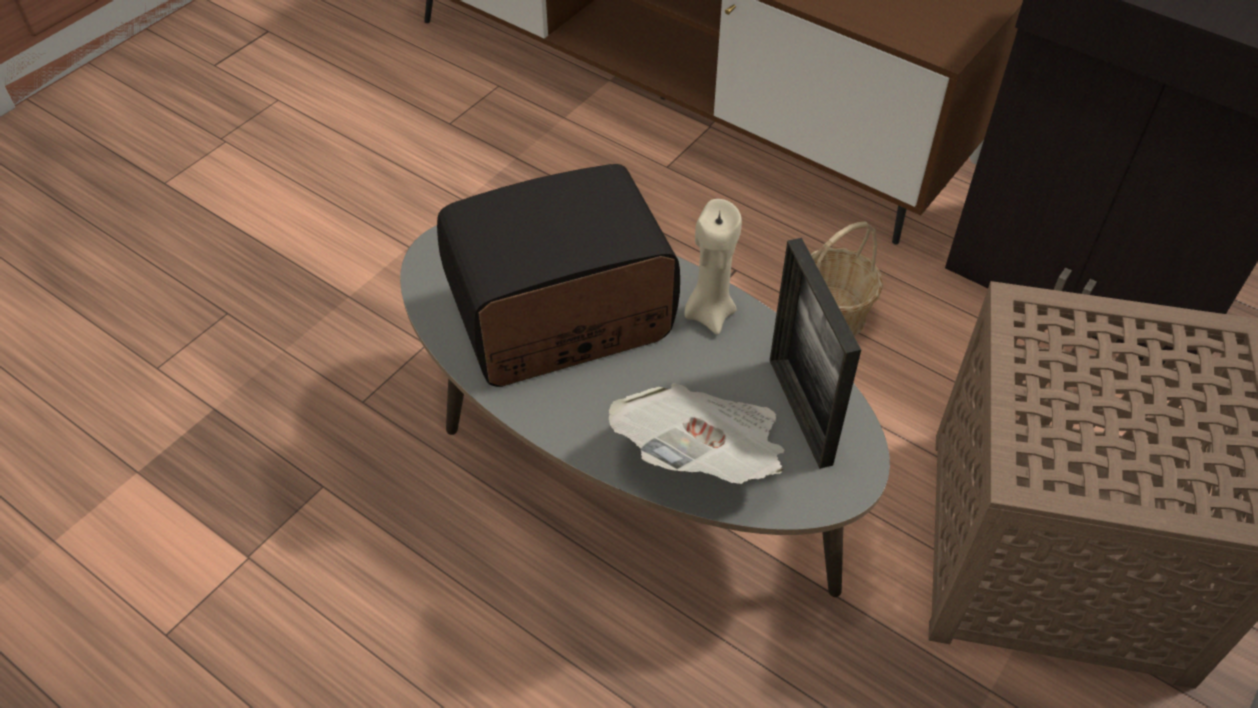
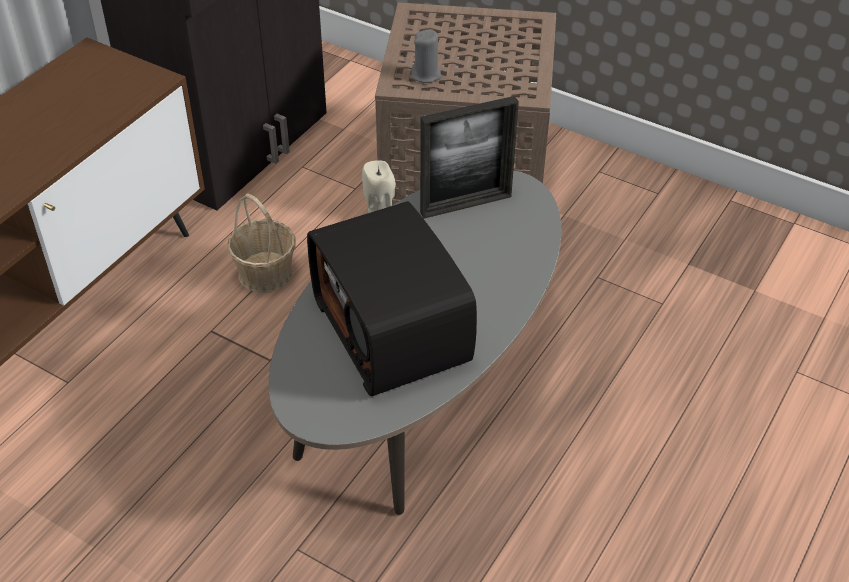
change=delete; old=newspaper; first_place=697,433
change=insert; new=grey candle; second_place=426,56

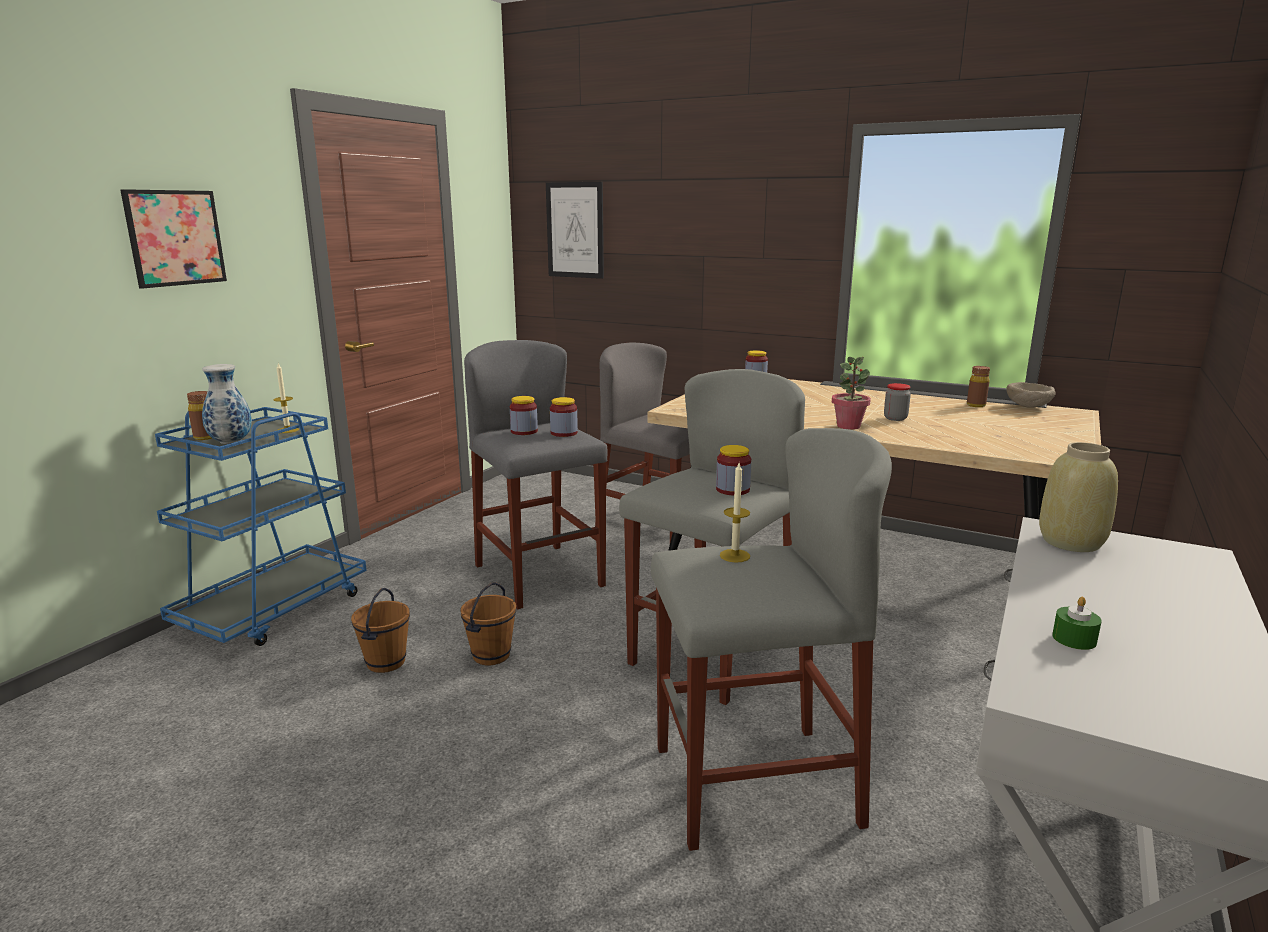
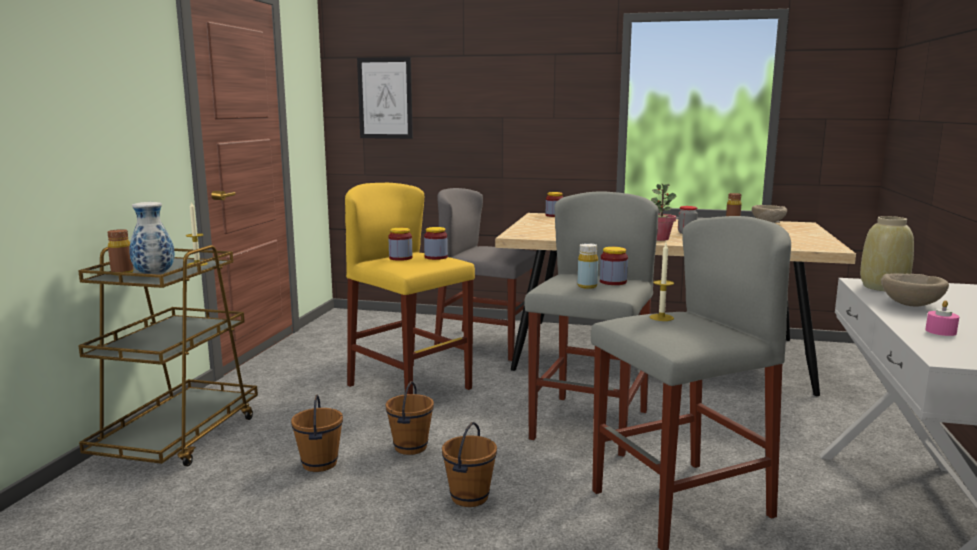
change=delete; old=picture; first_place=173,239
change=insert; new=brown bucket; second_place=469,464
change=insert; new=yellow bottle; second_place=588,266
change=insert; new=beige bowl; second_place=915,290
change=recolor; old=blue cart; new=brown cart; first_place=261,526; second_place=168,353
change=recolor; old=grey stool; new=yellow stool; first_place=536,474; second_place=410,288
change=recolor; old=green candle; new=pink candle; first_place=1077,623; second_place=942,318

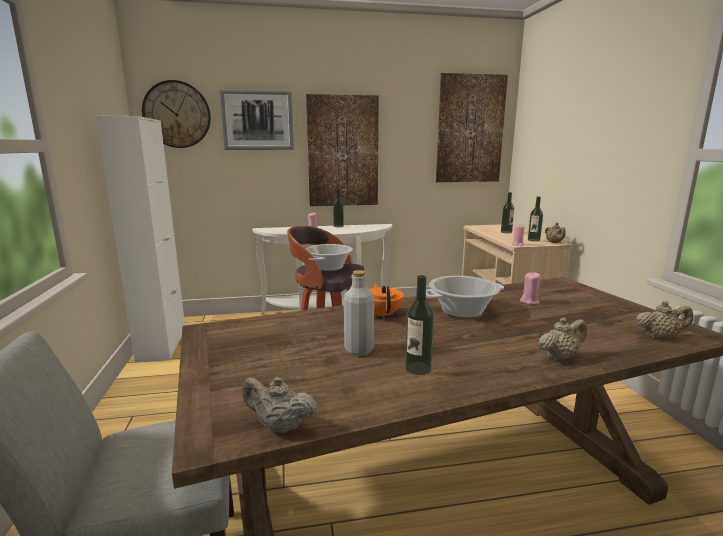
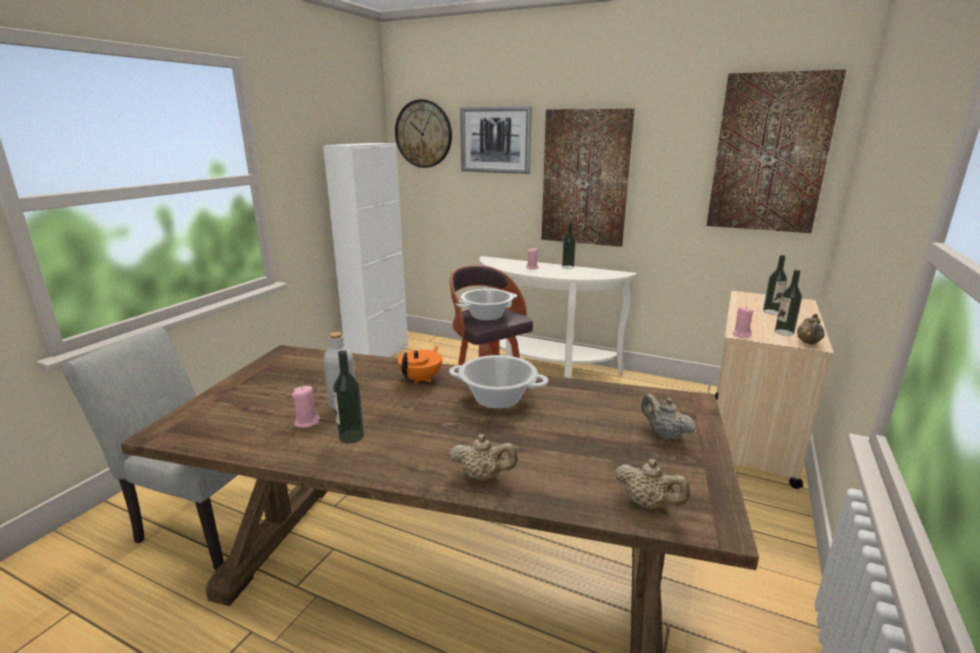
change=move; old=beige teapot; first_place=279,405; second_place=668,416
change=move; old=pink candle; first_place=530,288; second_place=306,407

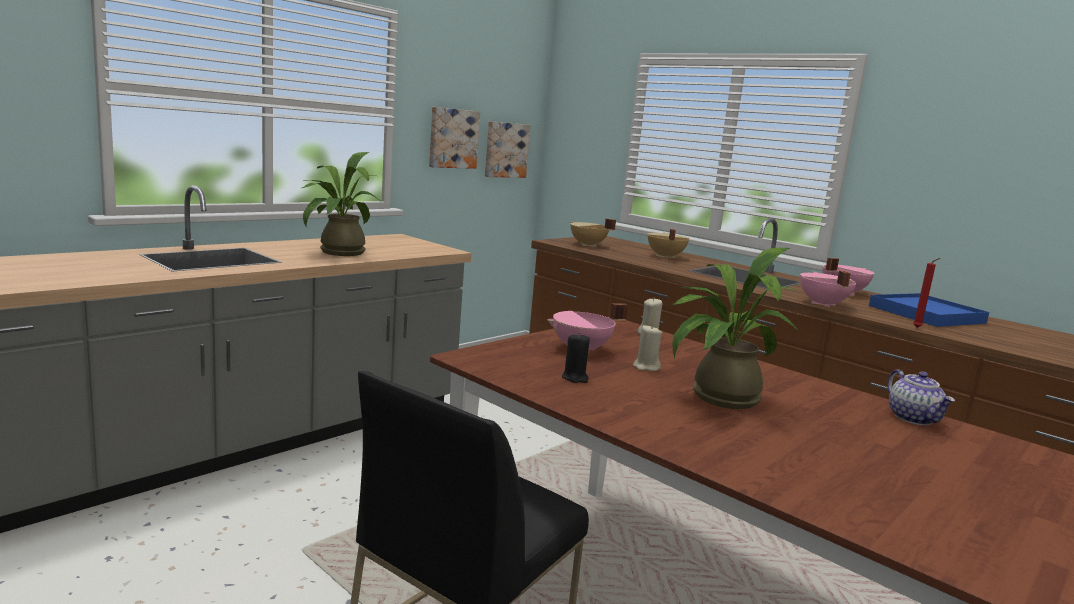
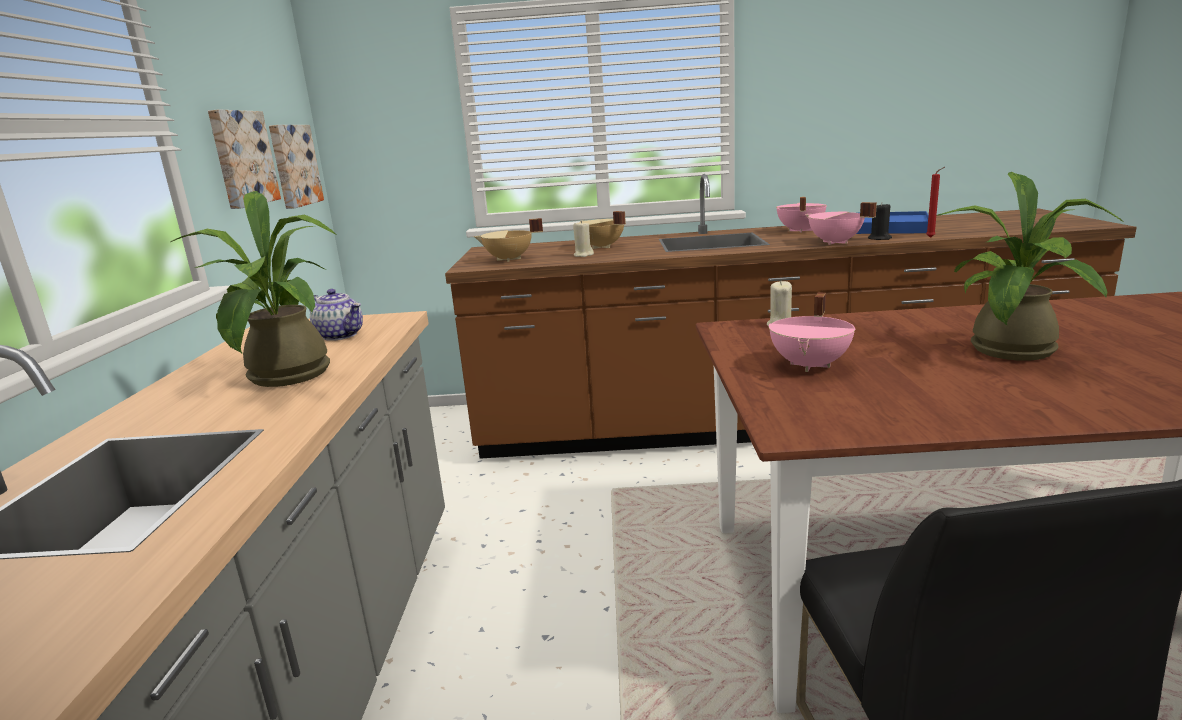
change=move; old=black candle; first_place=576,357; second_place=880,221
change=move; old=beige candle; first_place=647,348; second_place=583,239
change=move; old=teapot; first_place=921,397; second_place=336,315

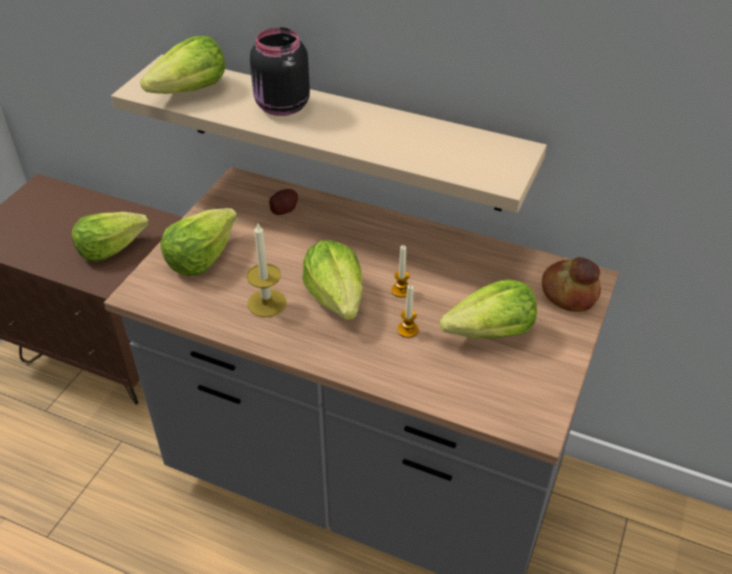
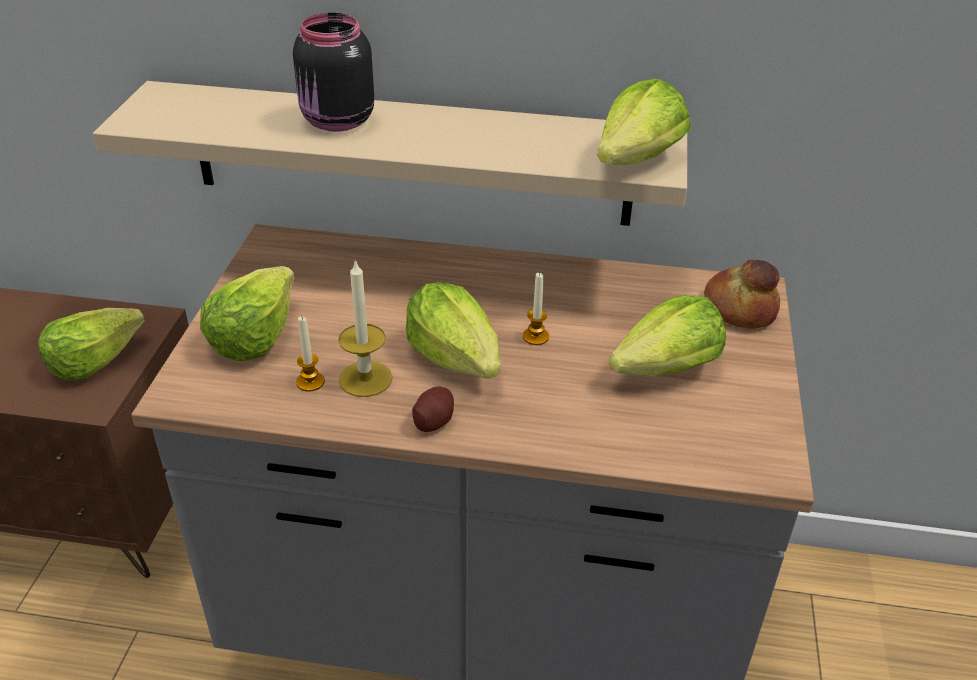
change=move; old=lettuce; first_place=182,65; second_place=644,122
change=move; old=potato; first_place=283,202; second_place=433,409
change=move; old=candle; first_place=408,311; second_place=310,354

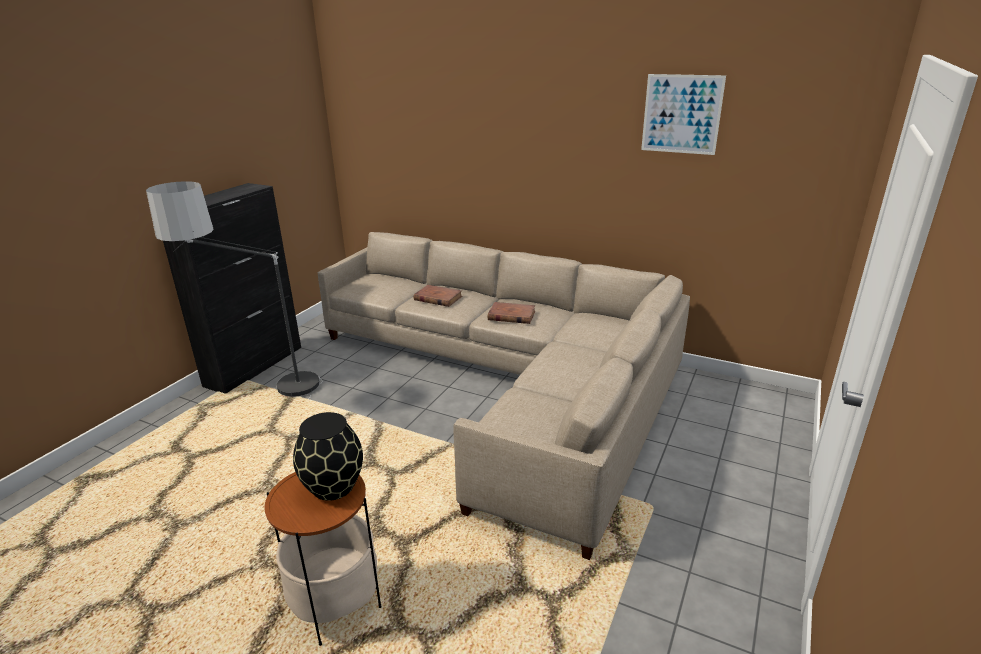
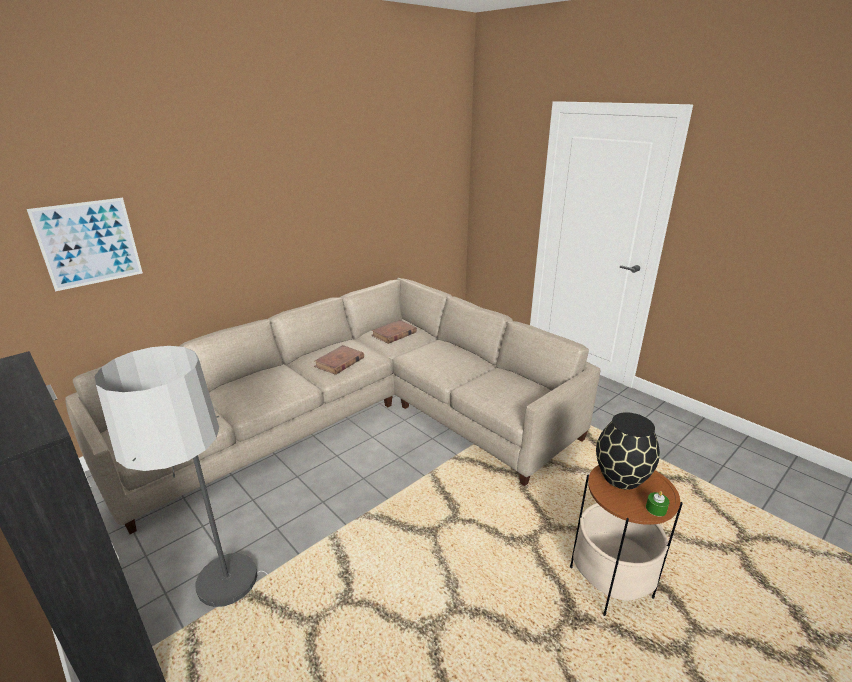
change=insert; new=green candle; second_place=657,503
change=move; old=brown book; first_place=438,296; second_place=394,332
change=move; old=picture; first_place=683,114; second_place=85,244

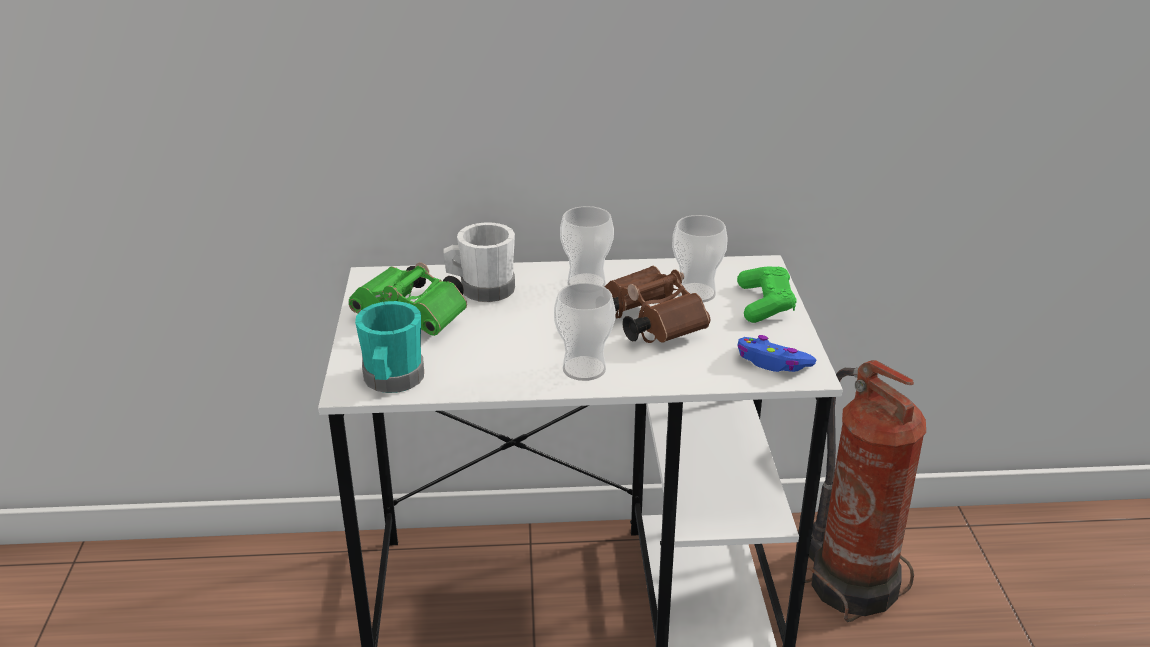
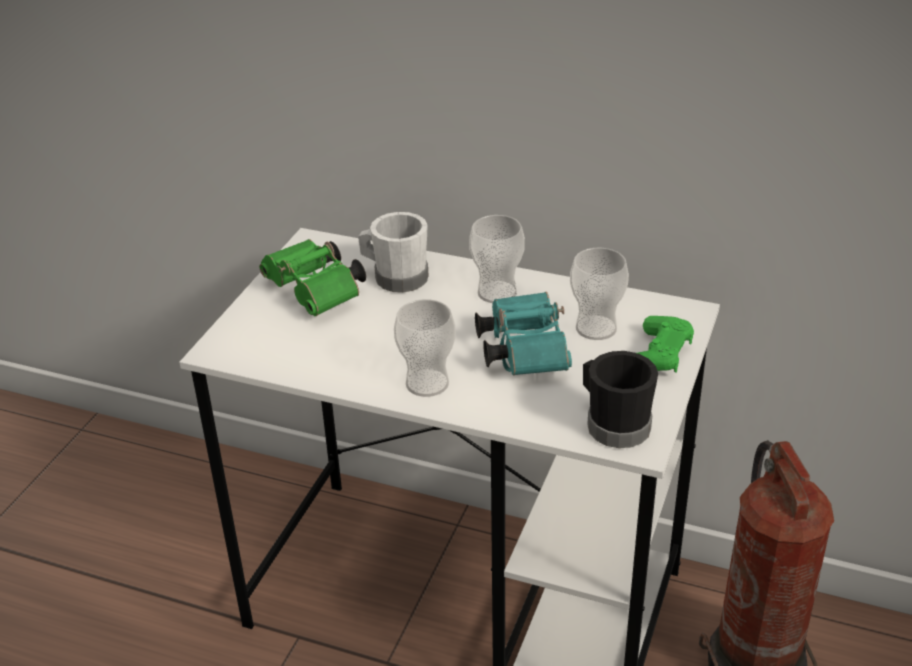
change=delete; old=turquoise mug; first_place=389,347
change=replace; old=blue game controller; new=black mug; first_place=776,353; second_place=620,399
change=recolor; old=brown binoculars; new=turquoise binoculars; first_place=657,304; second_place=523,334

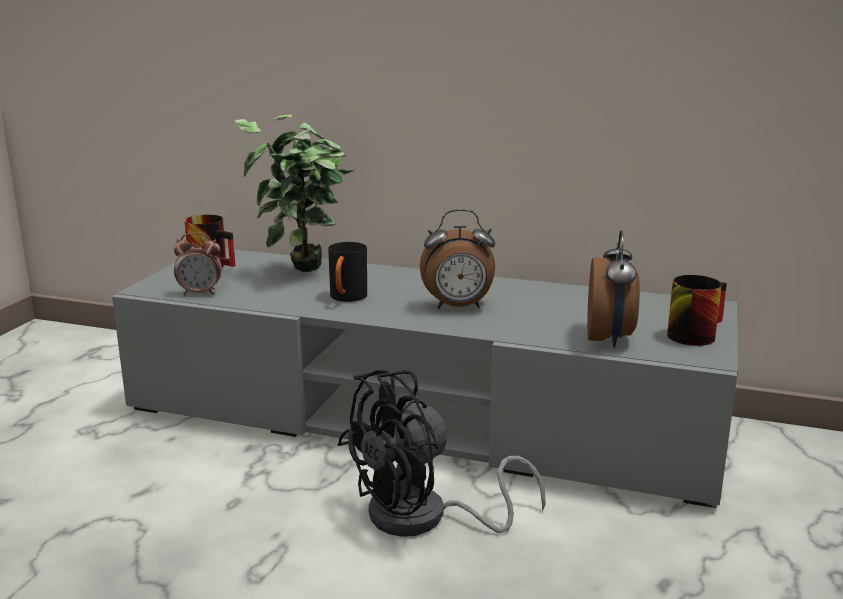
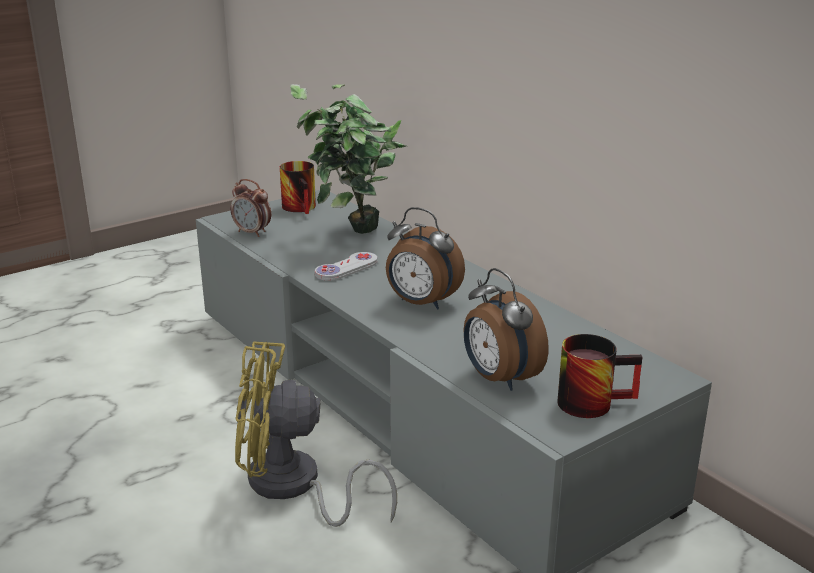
change=replace; old=black mug; new=white game controller; first_place=347,272; second_place=346,266
change=recolor; old=black fan; new=yellow fan; first_place=441,453; second_place=316,434
change=rotate; old=alarm clock; first_place=613,289; second_place=506,329; degrees=105

